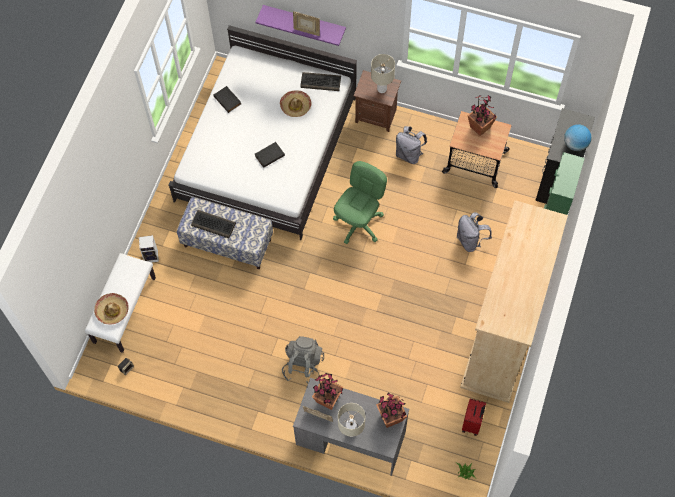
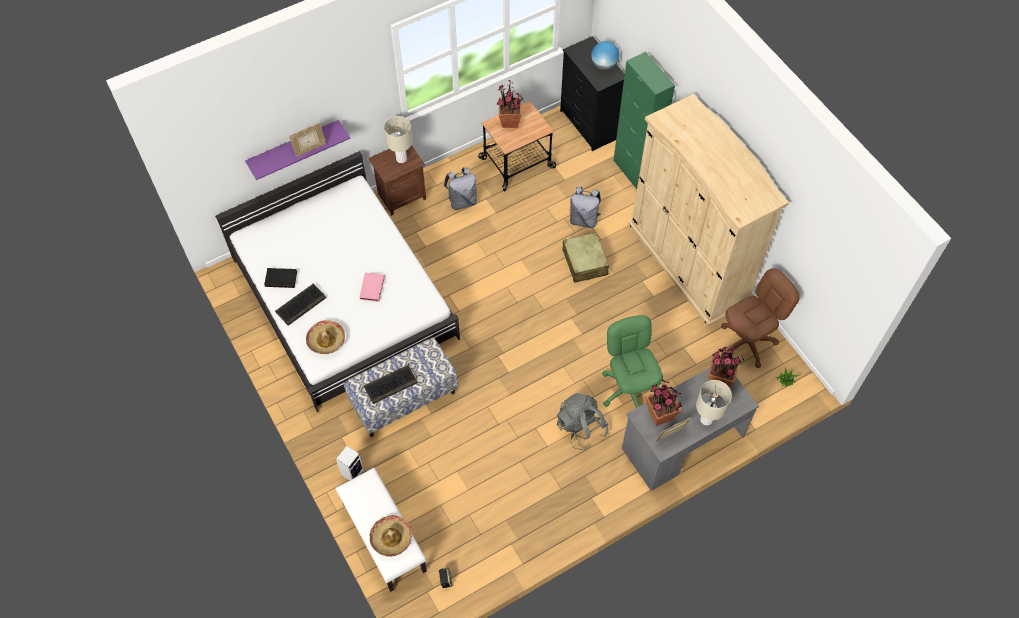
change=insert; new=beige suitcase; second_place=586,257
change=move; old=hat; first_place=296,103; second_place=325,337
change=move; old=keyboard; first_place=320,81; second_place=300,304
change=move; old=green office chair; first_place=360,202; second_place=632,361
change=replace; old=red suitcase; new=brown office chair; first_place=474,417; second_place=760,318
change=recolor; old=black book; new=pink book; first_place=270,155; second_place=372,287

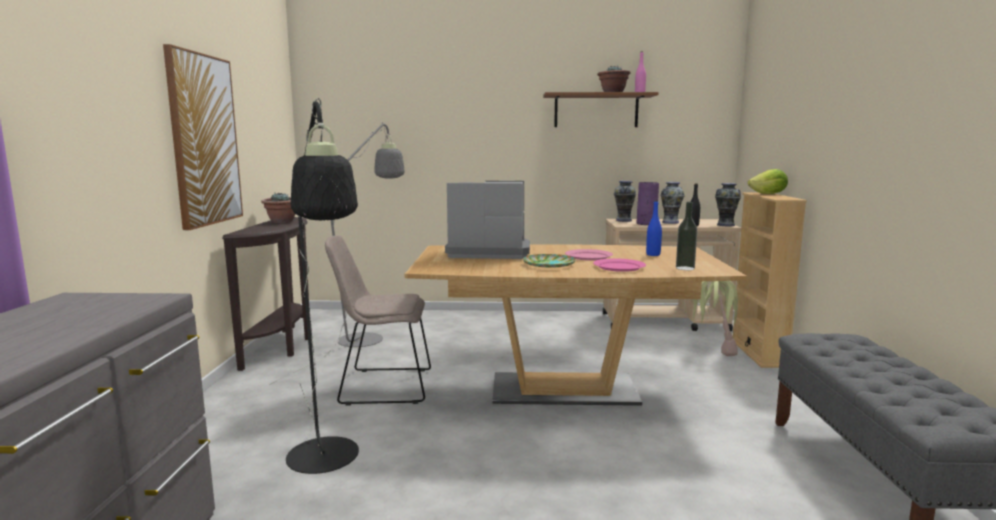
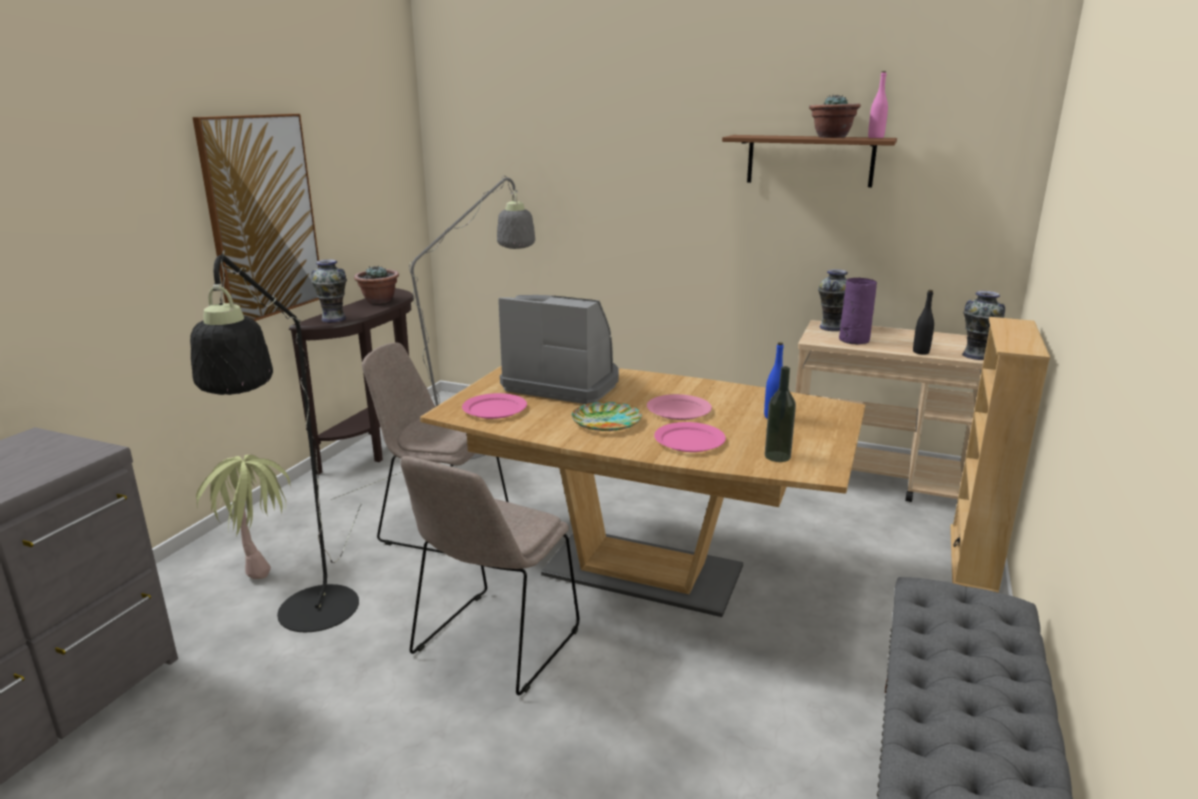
change=delete; old=lettuce; first_place=768,181
change=insert; new=beige chair; second_place=489,575
change=insert; new=pink plate; second_place=494,406
change=move; old=vase; first_place=672,203; second_place=329,290
change=move; old=potted plant; first_place=716,318; second_place=243,517

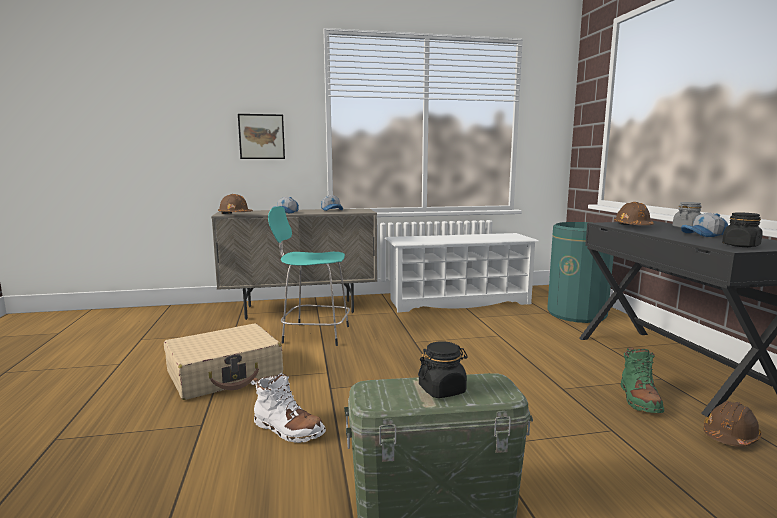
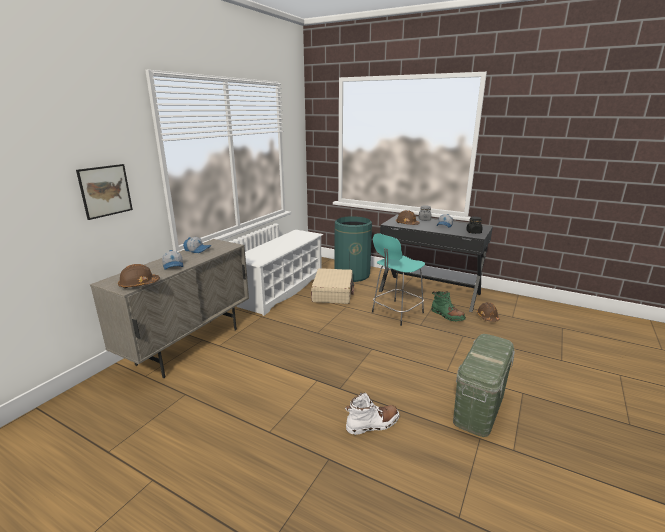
change=delete; old=black jar; first_place=443,369
change=move; old=beige suitcase; first_place=223,362; second_place=332,286
change=move; old=turquoise stool; first_place=309,276; second_place=398,279

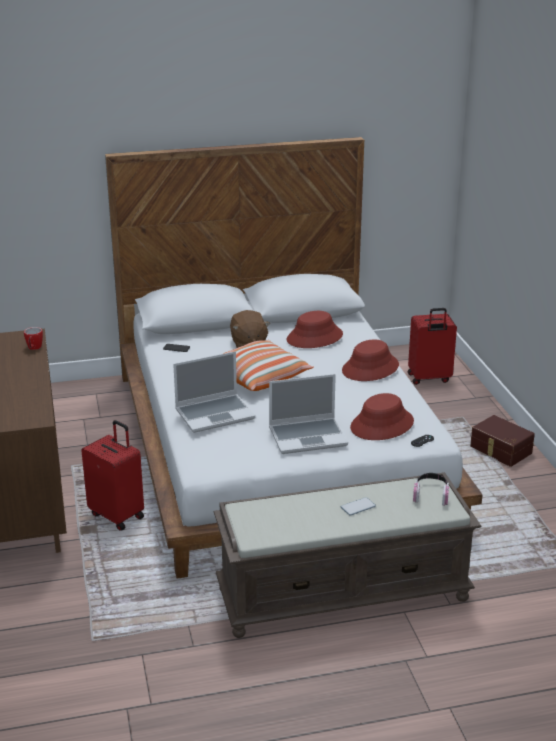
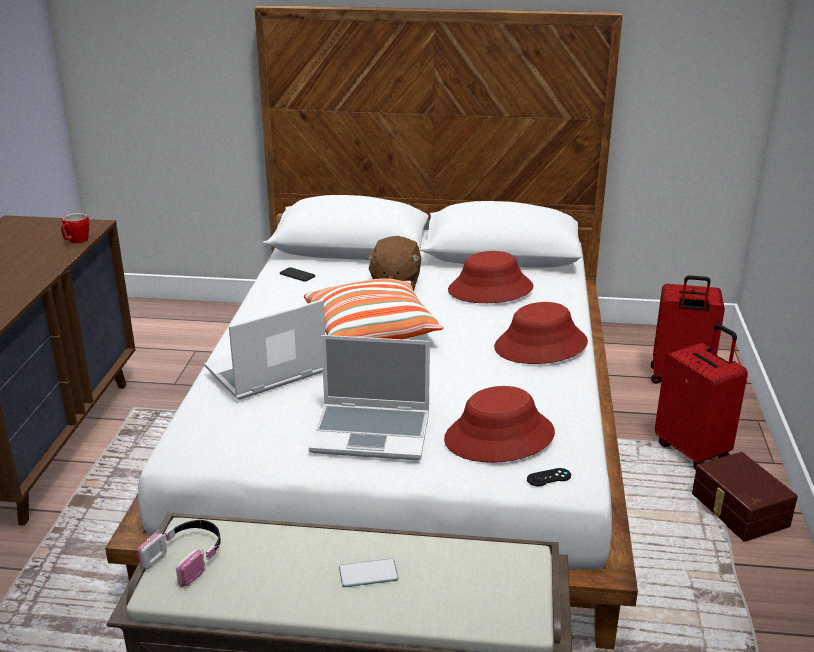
change=move; old=red suitcase; first_place=112,475; second_place=701,397
change=move; old=headphones; first_place=431,489; second_place=179,553
change=rotate; old=laptop; first_place=214,392; second_place=264,349; degrees=150

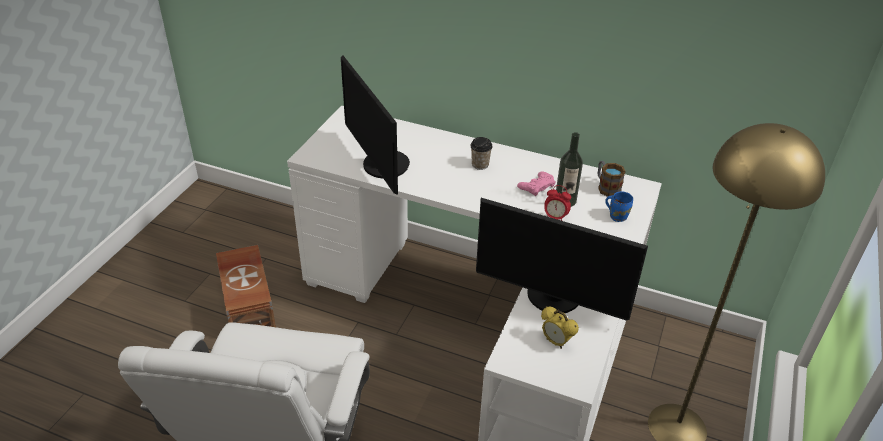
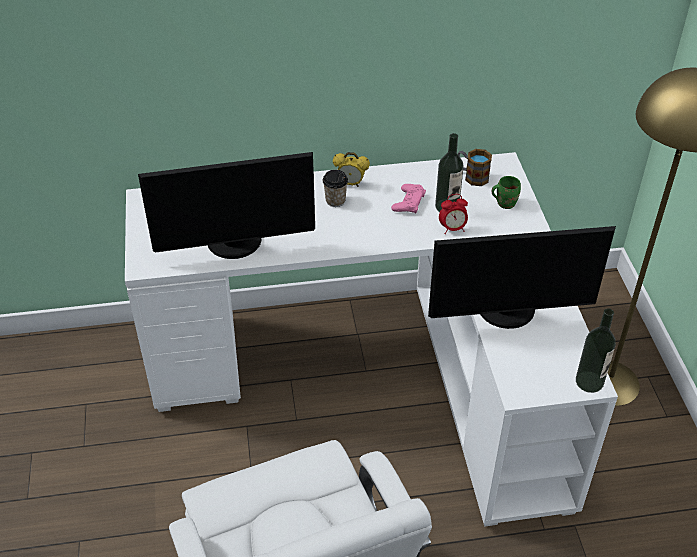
change=delete; old=brown storage box; first_place=246,286
change=insert; new=bottle; second_place=596,350
change=move; old=alarm clock; first_place=560,327; second_place=351,169
change=recolor; old=blue mug; new=green mug; first_place=619,206; second_place=506,192
change=rotate; old=monitor; first_place=375,125; second_place=226,205; degrees=-45

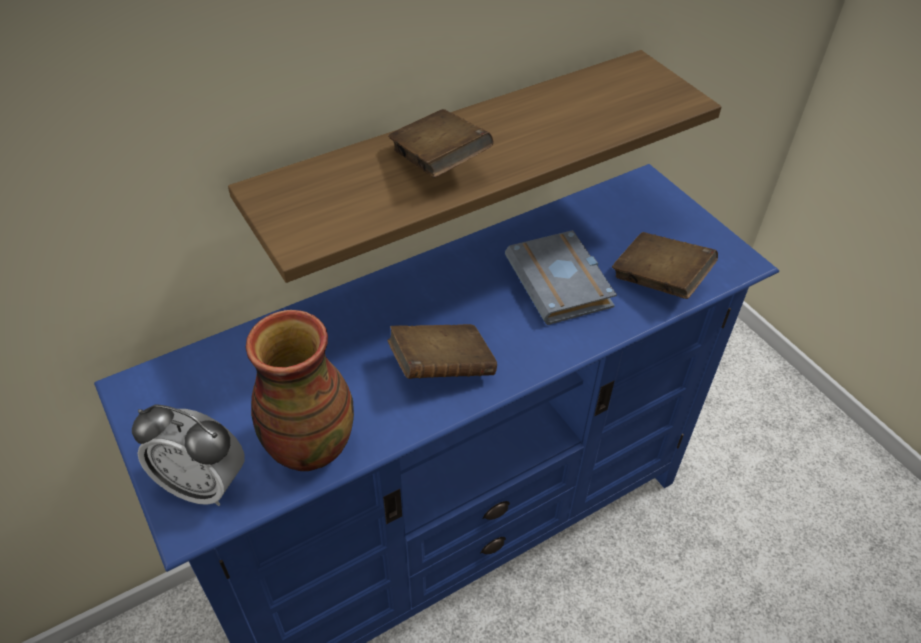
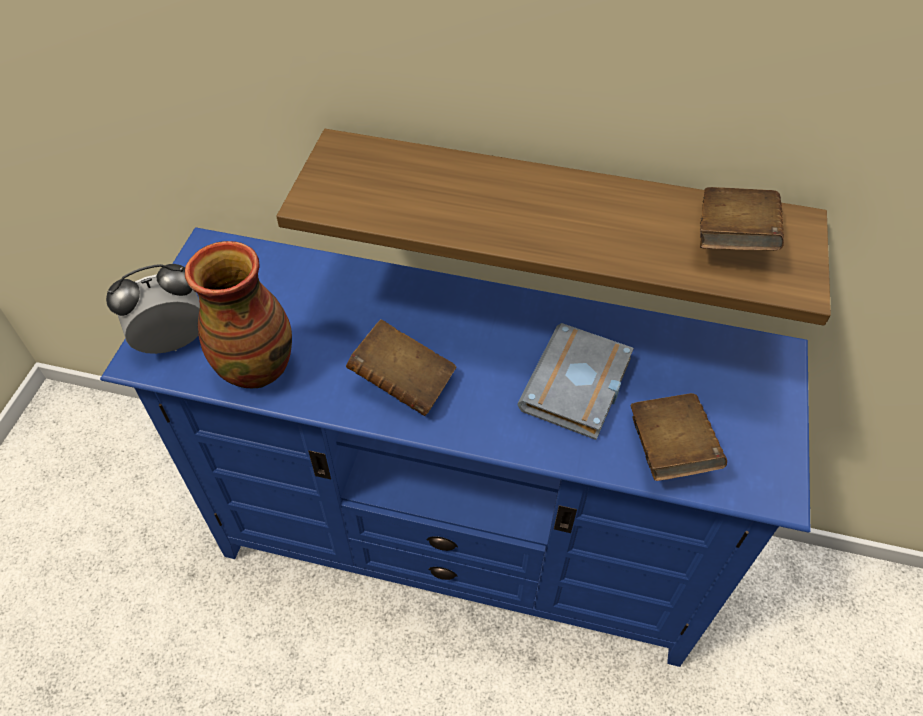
change=move; old=brown book; first_place=441,143; second_place=742,218
change=rotate; old=alarm clock; first_place=188,455; second_place=153,309; degrees=90

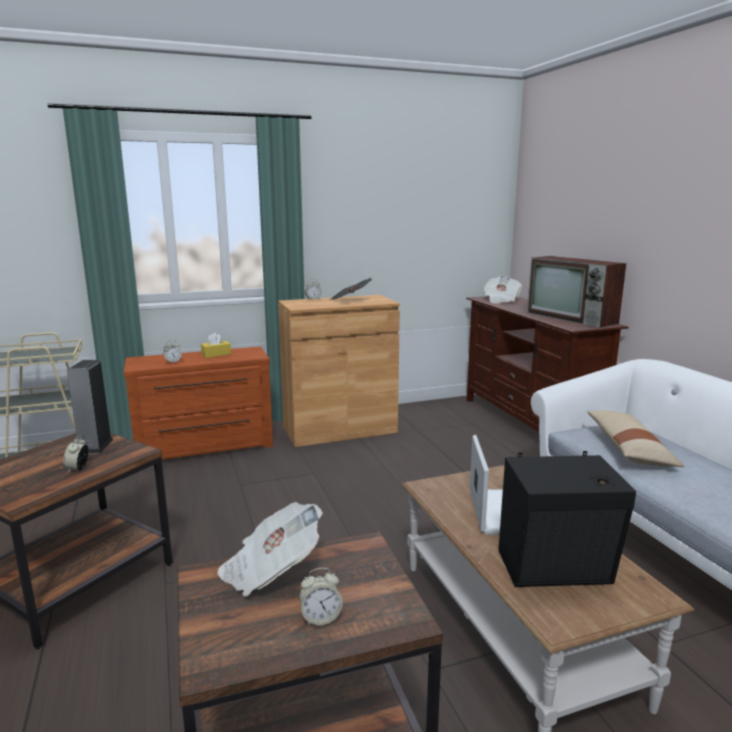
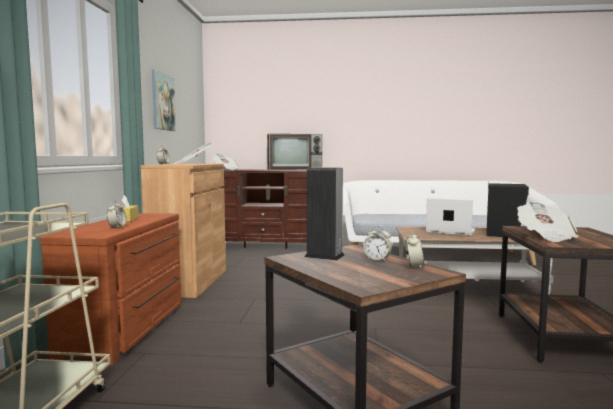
change=delete; old=beige pillow; first_place=636,439
change=insert; new=picture; second_place=164,100
change=move; old=alarm clock; first_place=321,597; second_place=415,249

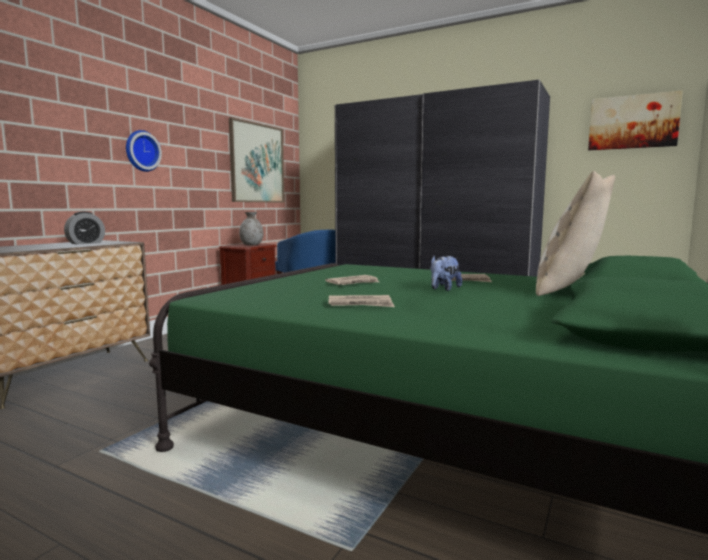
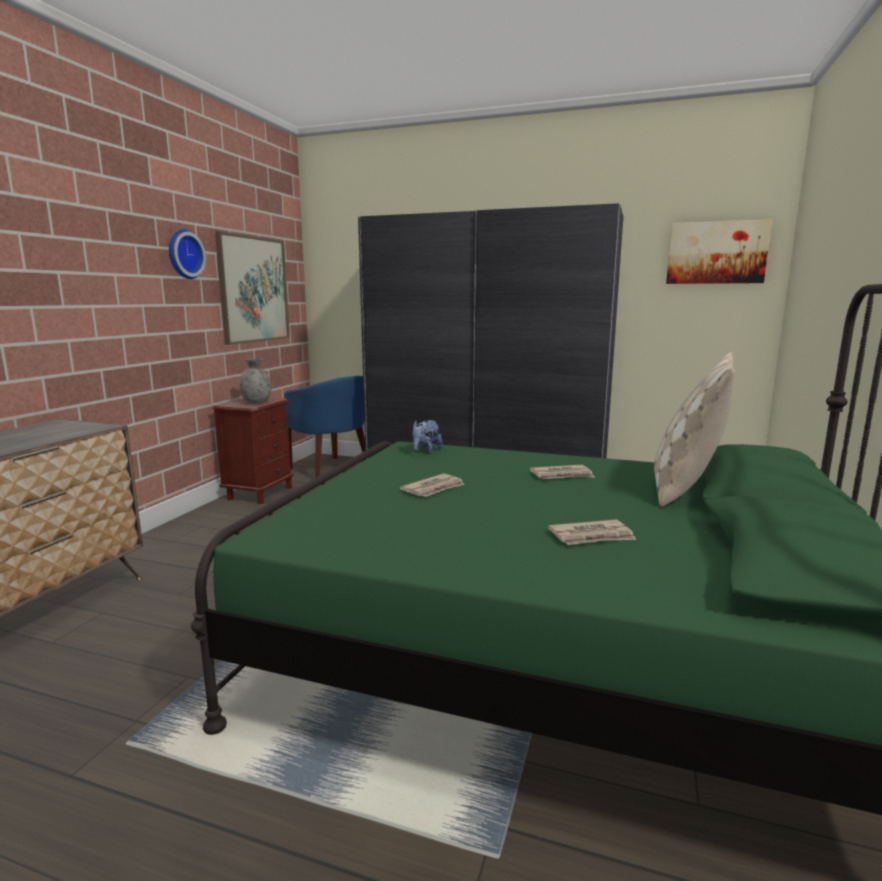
change=delete; old=alarm clock; first_place=84,228
change=move; old=wall clock; first_place=144,151; second_place=187,254
change=move; old=newspaper; first_place=362,301; second_place=592,532
change=move; old=plush toy; first_place=446,273; second_place=427,437

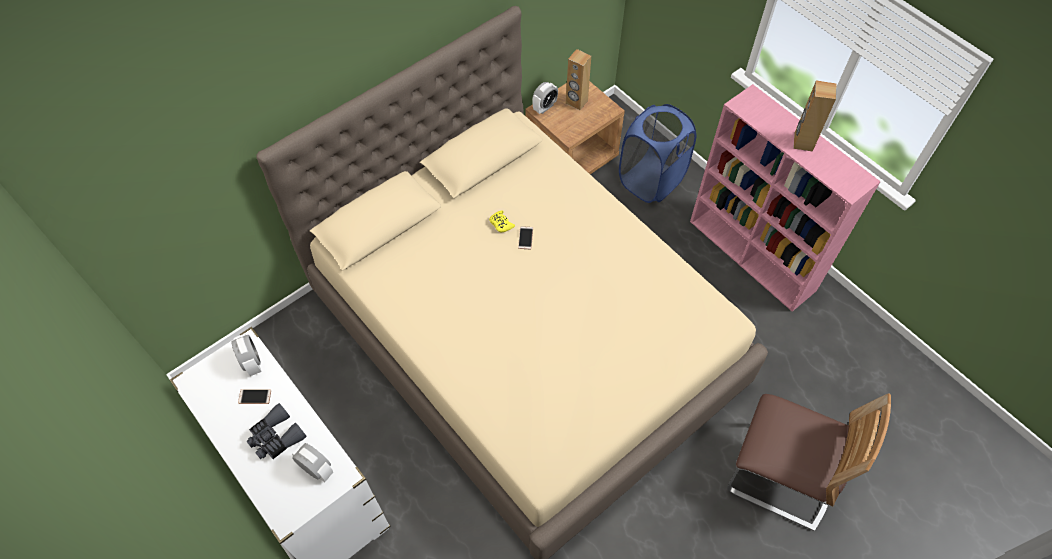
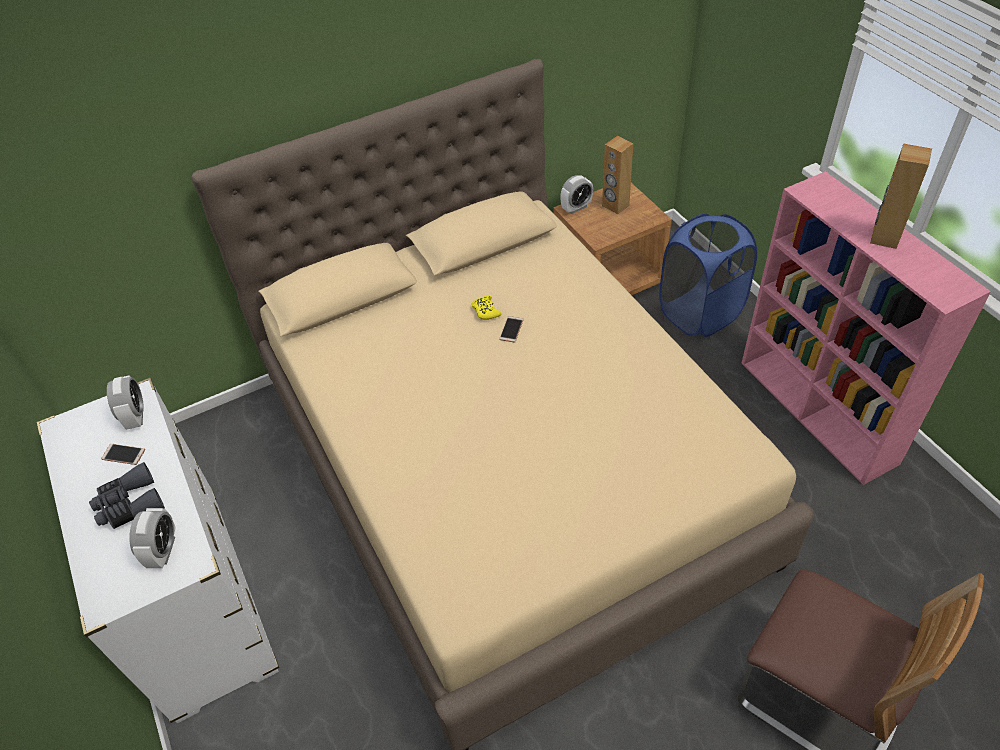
change=rotate; old=alarm clock; first_place=312,462; second_place=152,538; degrees=45

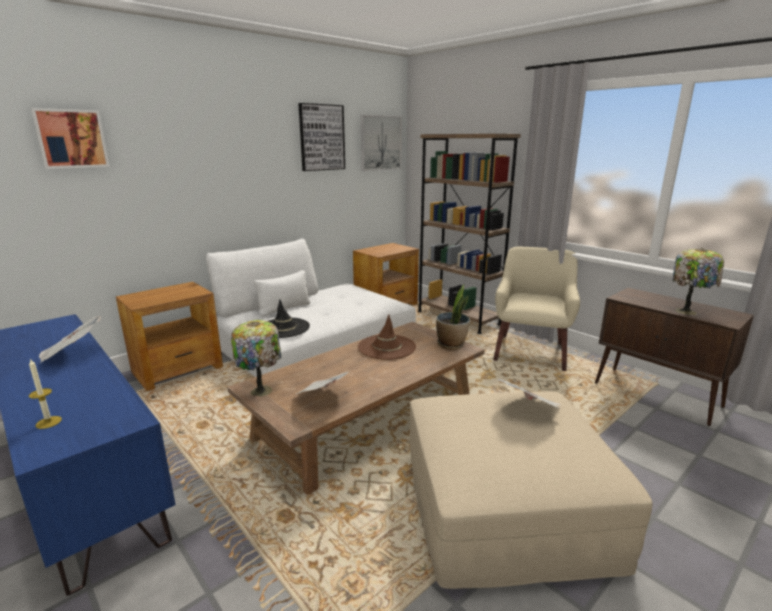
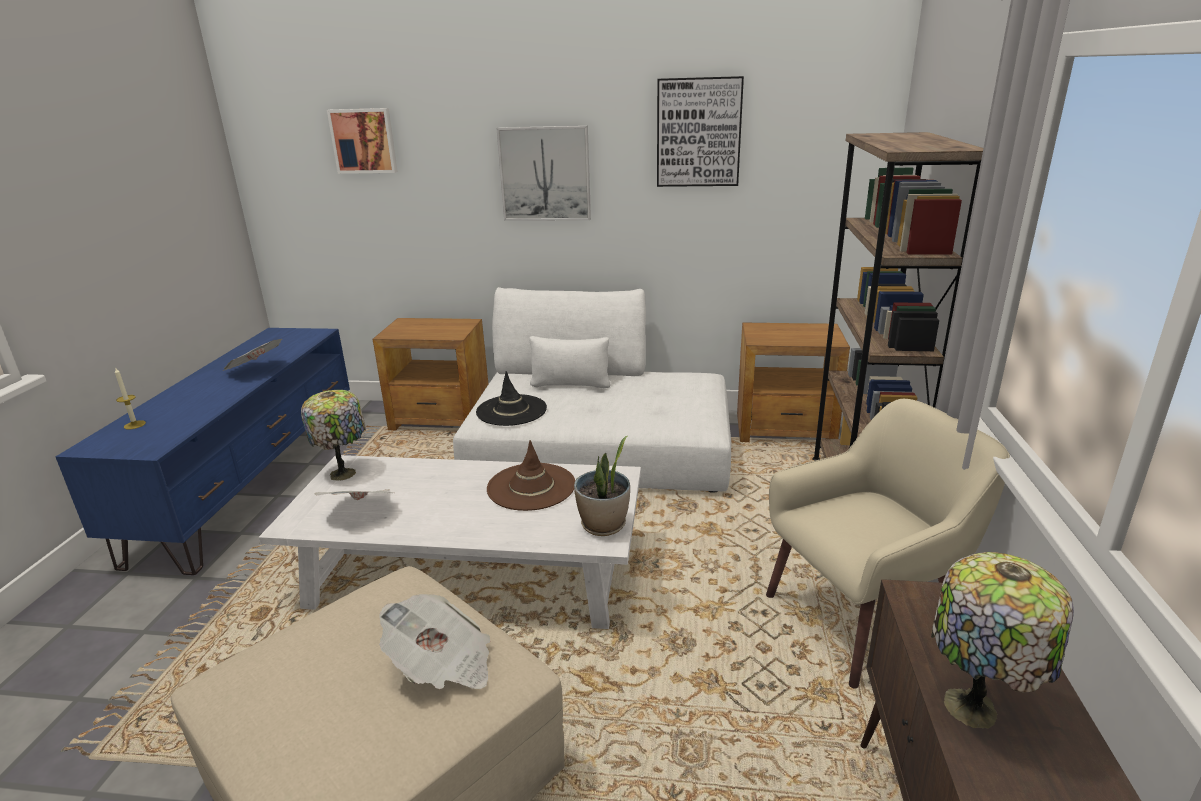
change=move; old=picture; first_place=381,143; second_place=544,173
change=recolor; old=brown coffee table; new=white coffee table; first_place=356,408; second_place=450,542

